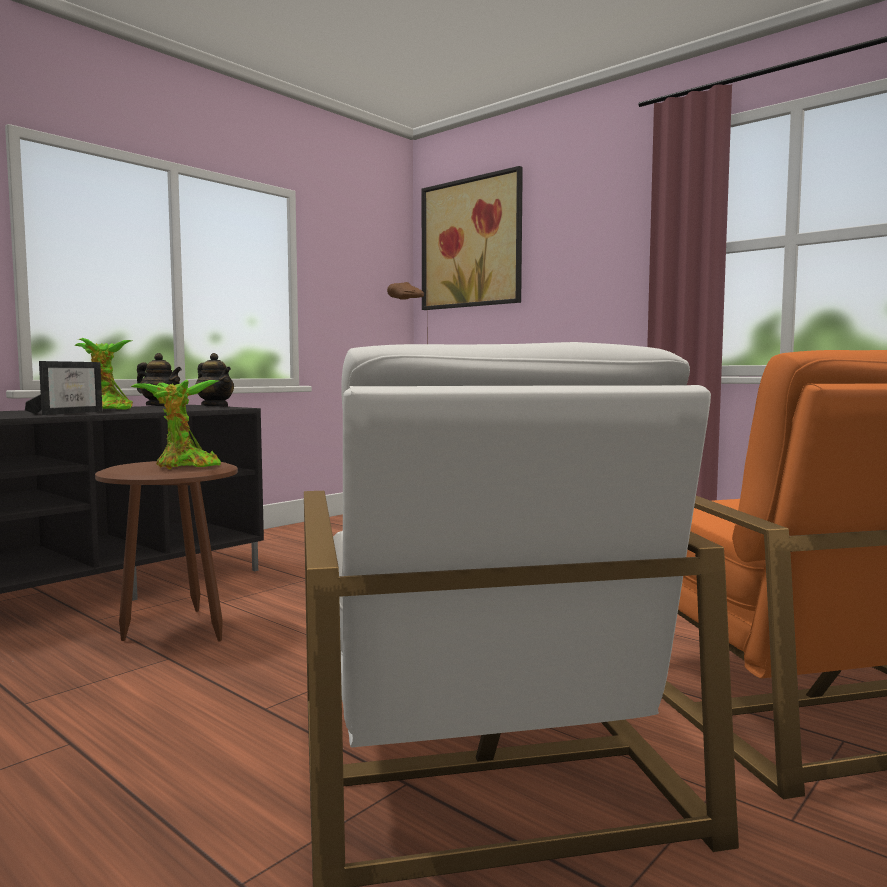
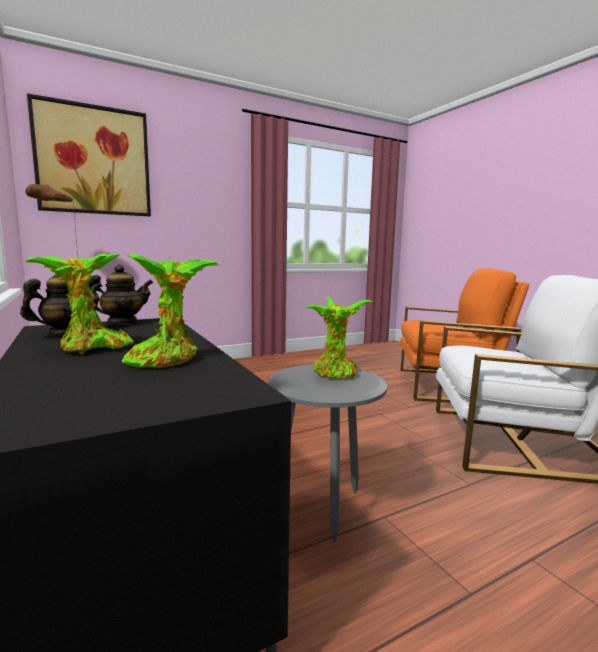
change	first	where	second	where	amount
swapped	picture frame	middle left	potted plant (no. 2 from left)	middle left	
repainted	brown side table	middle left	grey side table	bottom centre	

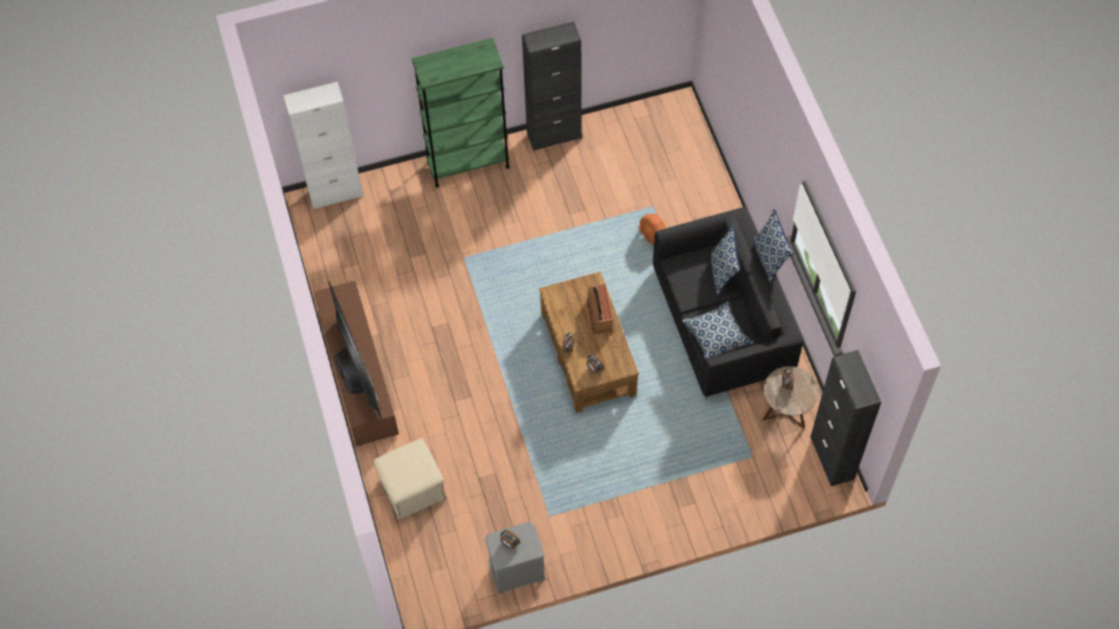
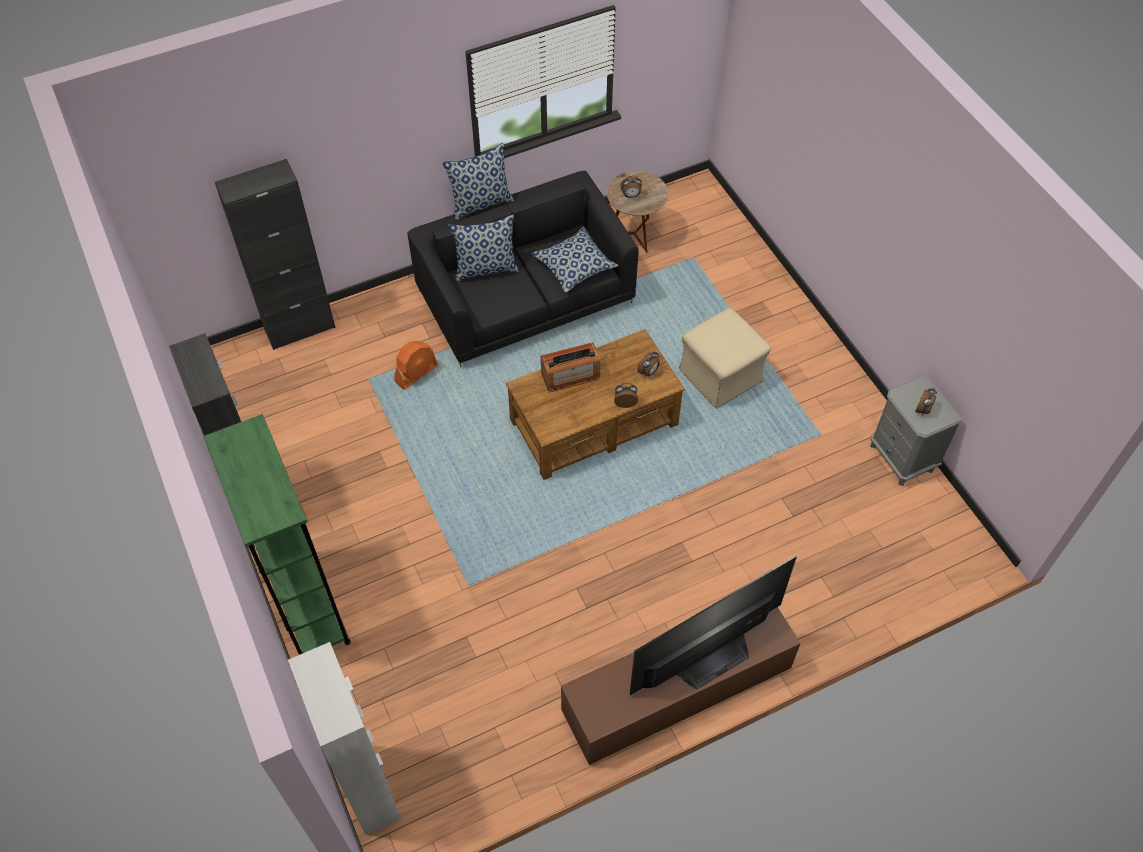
change	first	where	second	where	amount
shifted	beige ottoman	bottom centre		centre	
shifted	black cabinet (no. 2 from left)	middle right		top left	

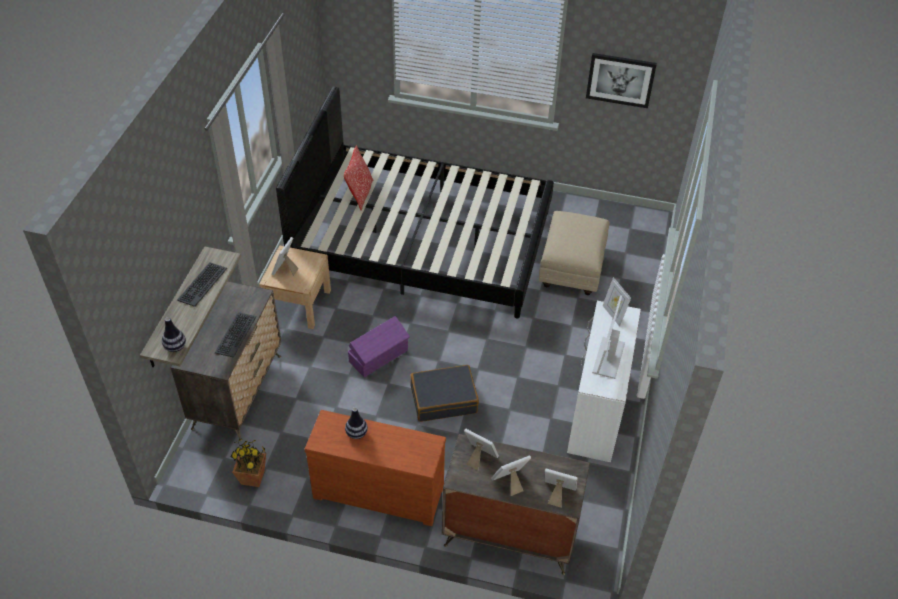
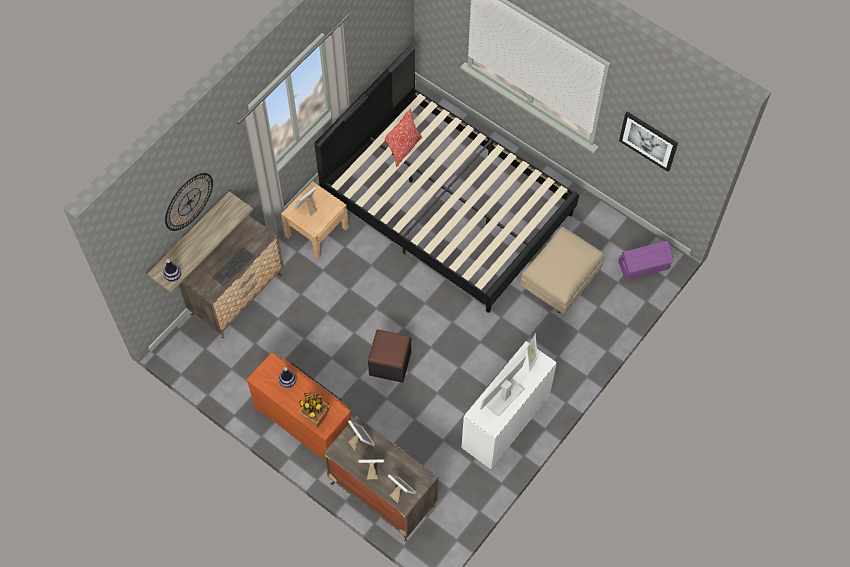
change	first	where	second	where	amount
gone	keyboard (no. 1 from left)	middle left			
shifted	potted plant	bottom left		bottom centre	
shifted	purple storage box	centre		middle right	
swapped	black suitcase	centre	black ottoman	centre	
new			wall clock	middle left	

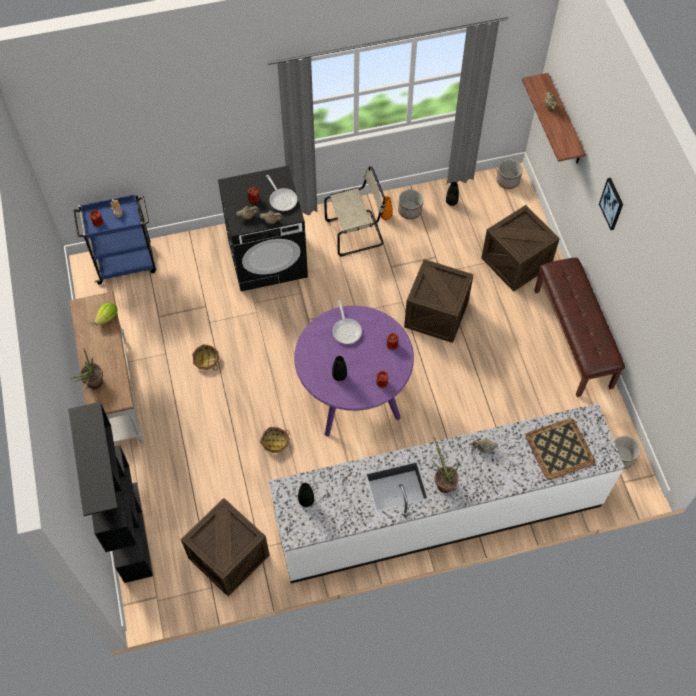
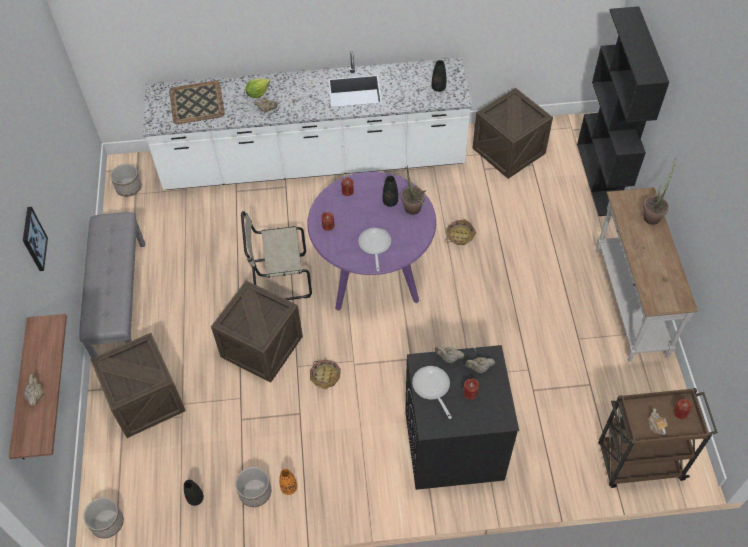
change	first	where	second	where	amount
repainted	blue cart	middle left	brown cart	bottom right	
shifted	lettuce	middle left		top centre	
shifted	basket (no. 1 from left)	middle left		bottom centre	
shifted	beige chair	top centre		centre	
shifted	potted plant (no. 2 from left in the first image)	bottom centre	potted plant (no. 1 from left)	centre	
repainted	brown bench	middle right	grey bench	middle left	

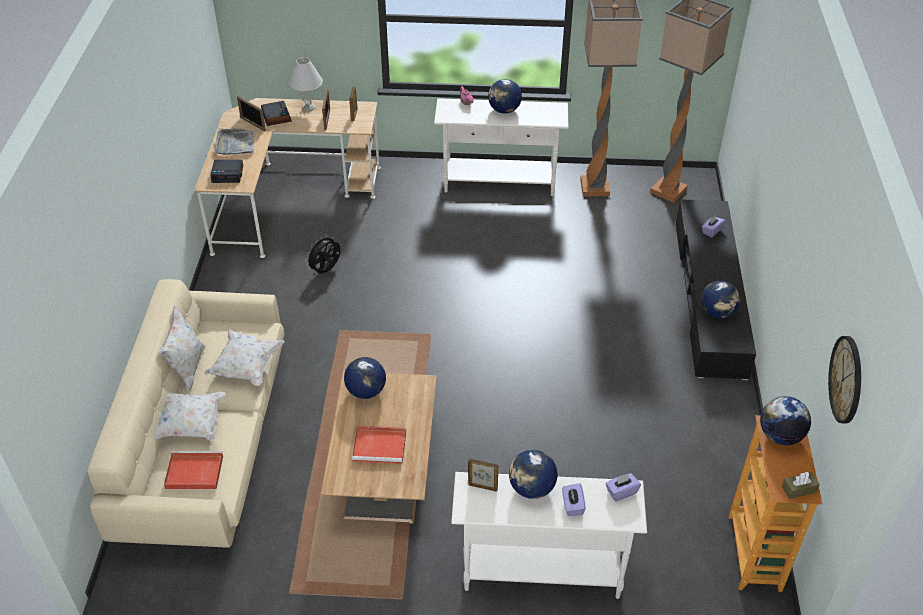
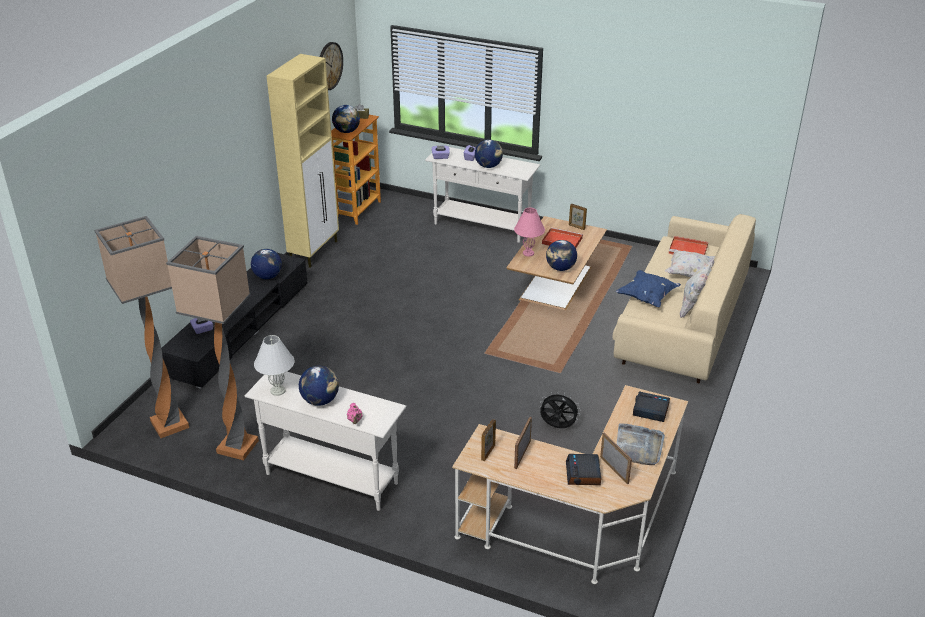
change	first	where	second	where	amount
repainted	white pillow (no. 3 from left)	middle left	blue pillow	middle right	
shifted	white table lamp	top left		middle left	
rotated	black fan	centre		centre	135 degrees counterclockwise
shifted	picture frame (no. 4 from left in the first image)	bottom centre	picture frame (no. 3 from left)	centre	
new			beige cabinet	top left	
new			pink table lamp	centre	

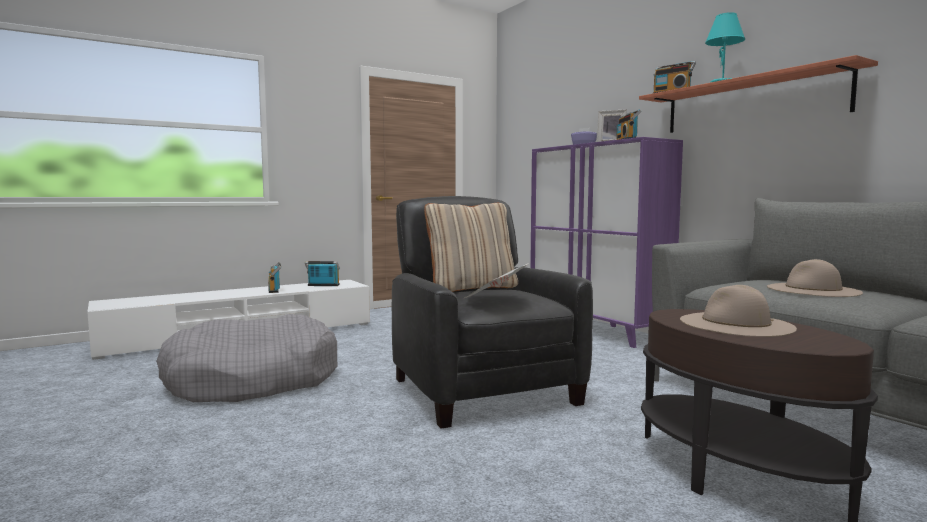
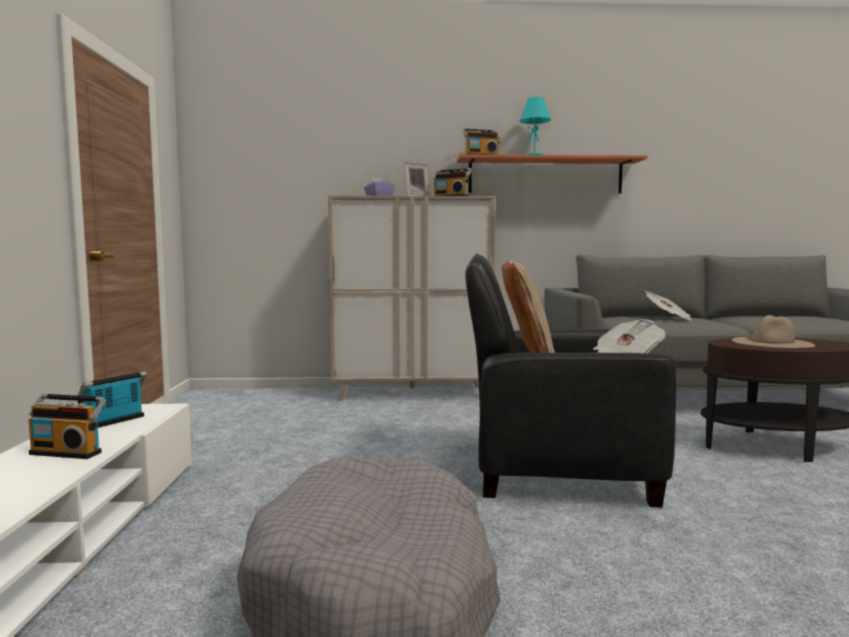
change	first	where	second	where	amount
repainted	purple cabinet	centre	beige cabinet	centre	
swapped	beige hat (no. 2 from left)	middle right	newspaper (no. 2 from left)	middle right	

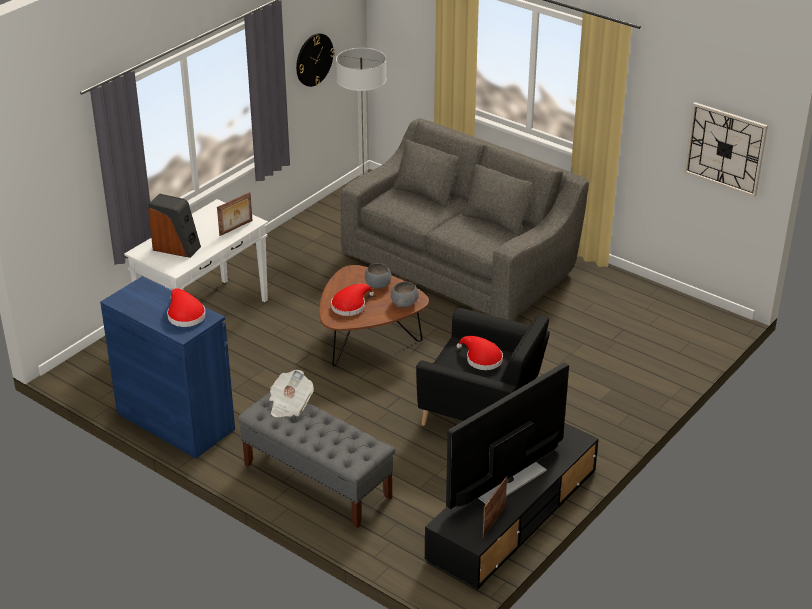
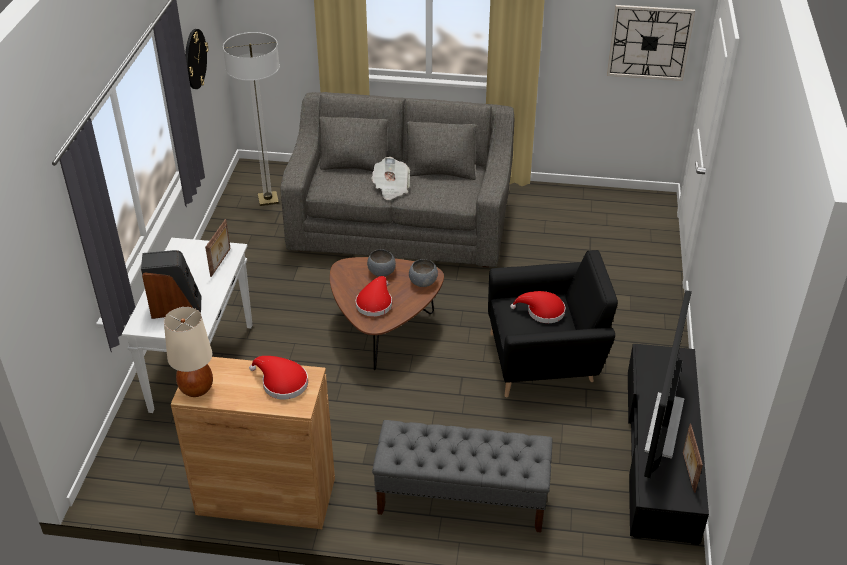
change	first	where	second	where	amount
repainted	blue cabinet	middle left	brown cabinet	bottom left	
shifted	newspaper	centre		top centre	
new			beige table lamp	middle left	

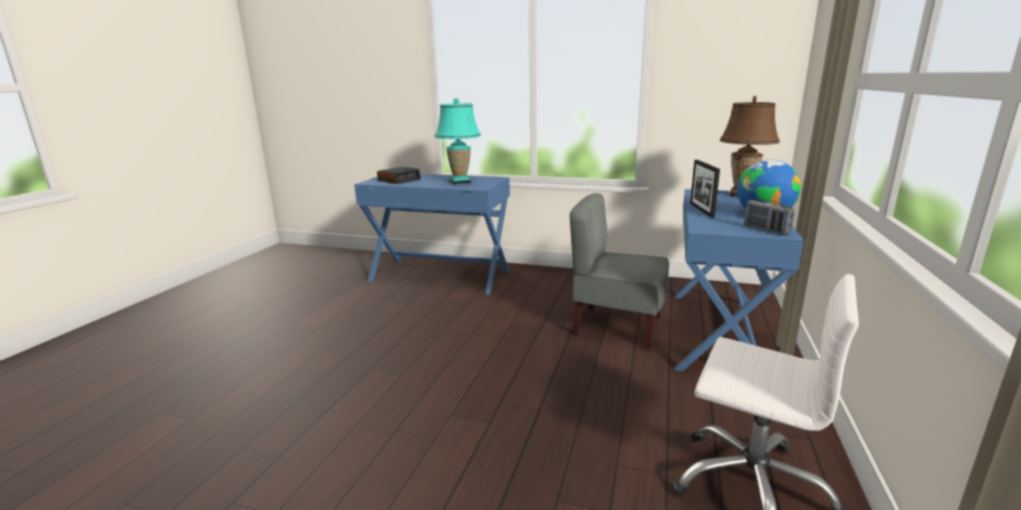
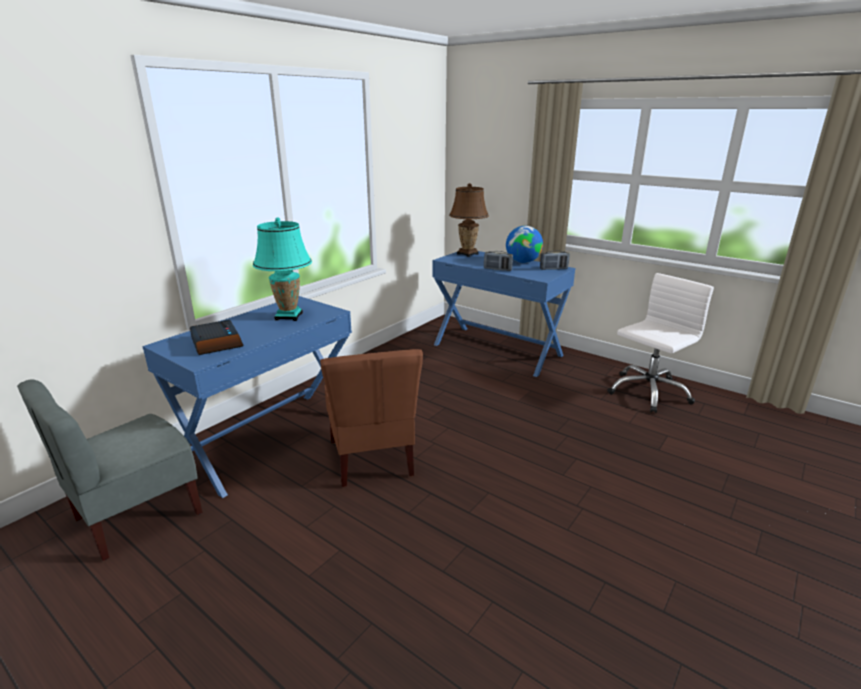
change	first	where	second	where	amount
shifted	grey chair	centre		bottom left	
swapped	picture frame	middle right	radio (no. 1 from left)	centre	
new			brown chair	centre	

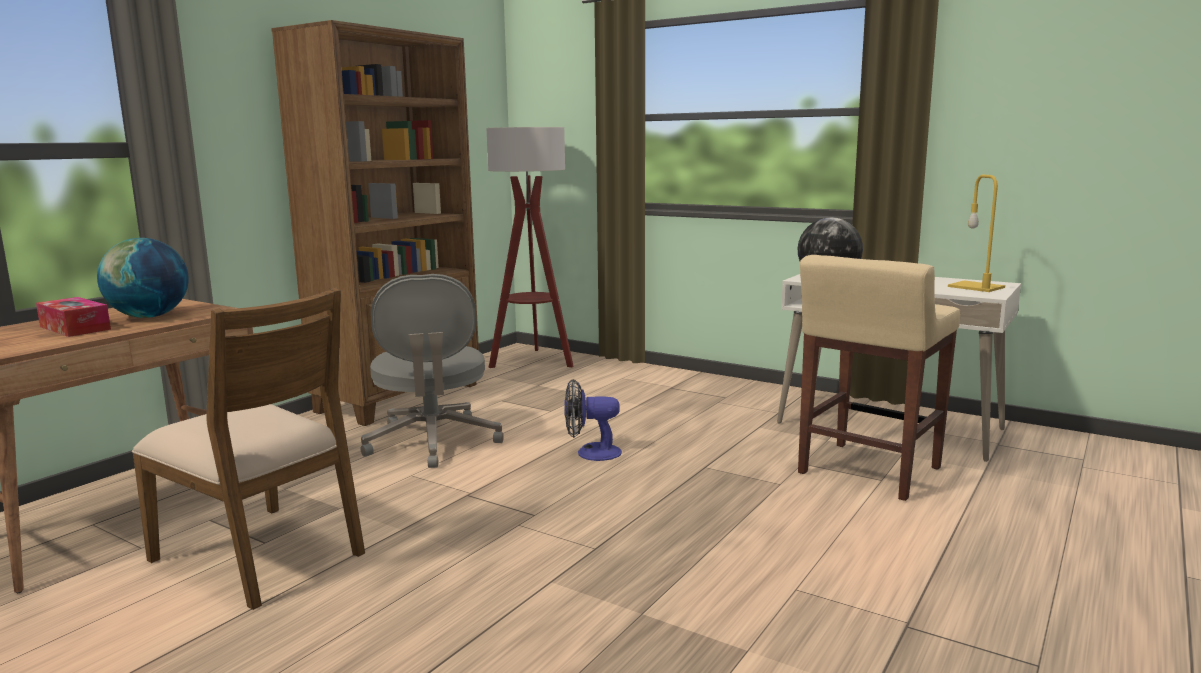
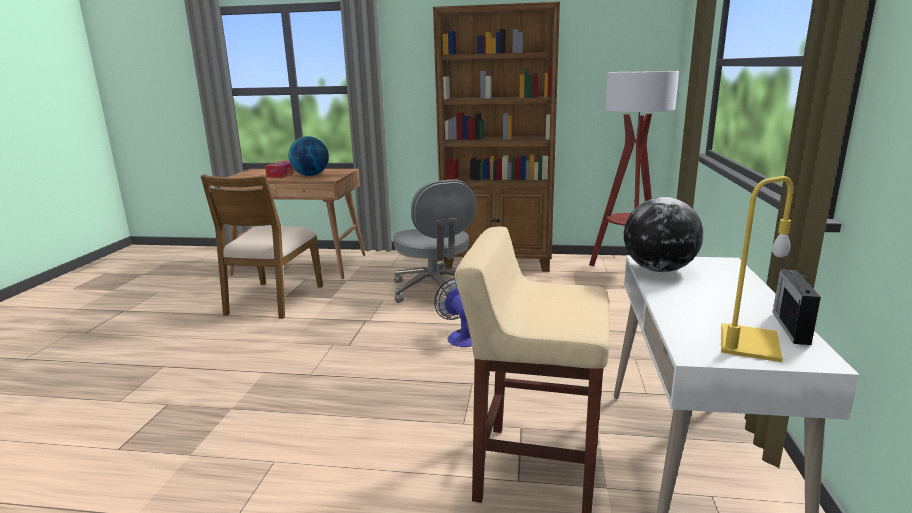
change	first	where	second	where	amount
rotated	grey office chair	centre		centre	75 degrees counterclockwise
new			radio	middle right	

